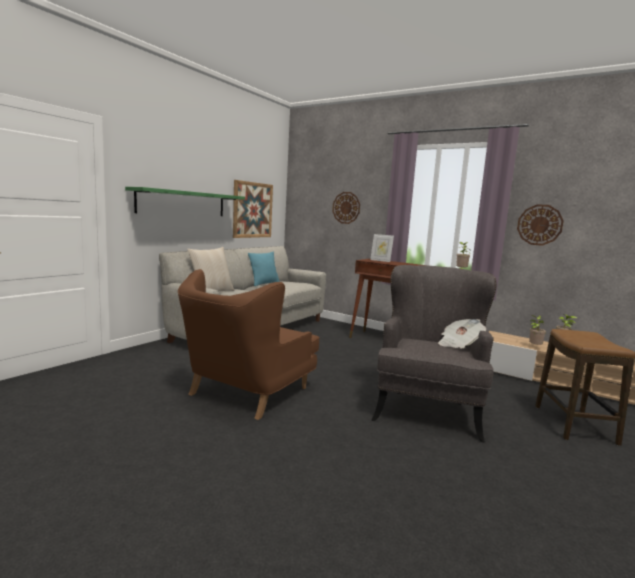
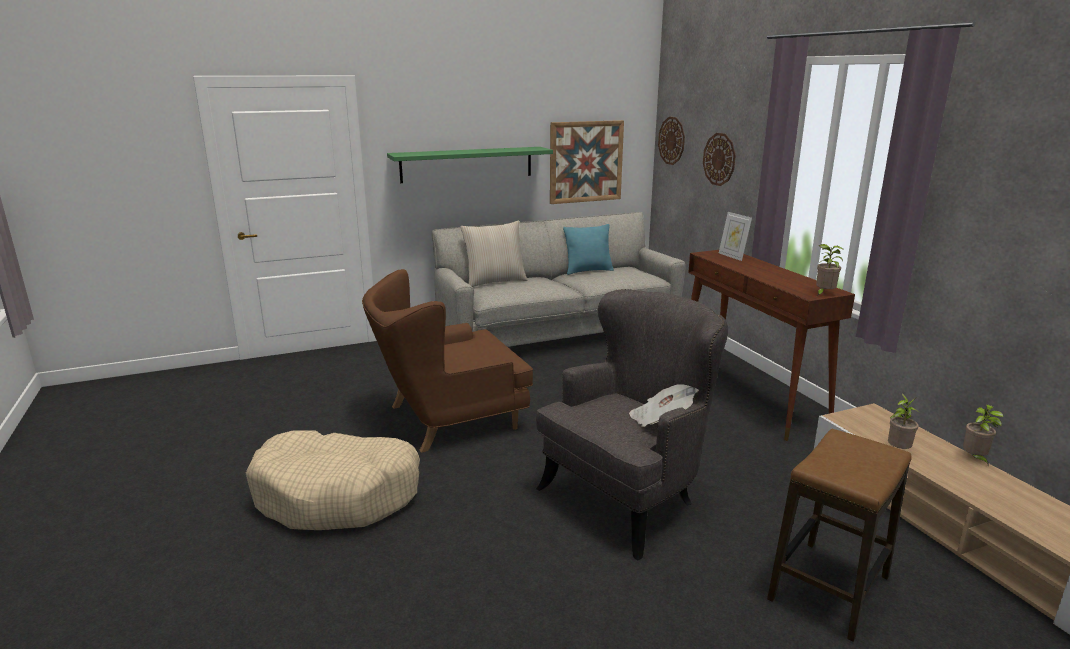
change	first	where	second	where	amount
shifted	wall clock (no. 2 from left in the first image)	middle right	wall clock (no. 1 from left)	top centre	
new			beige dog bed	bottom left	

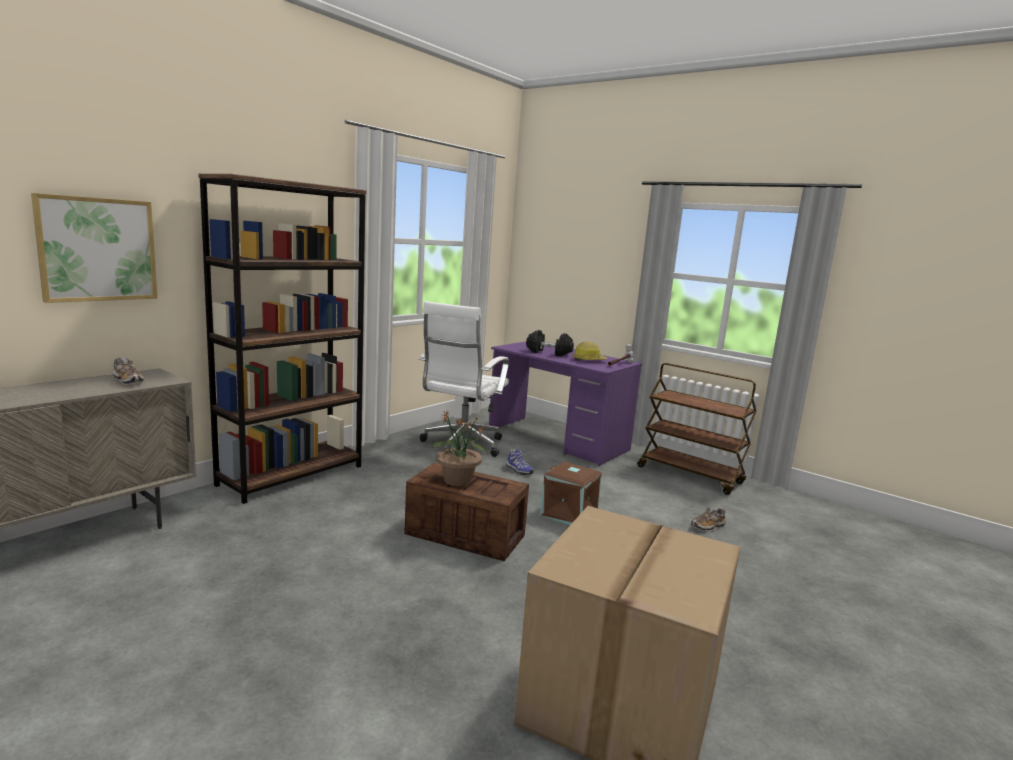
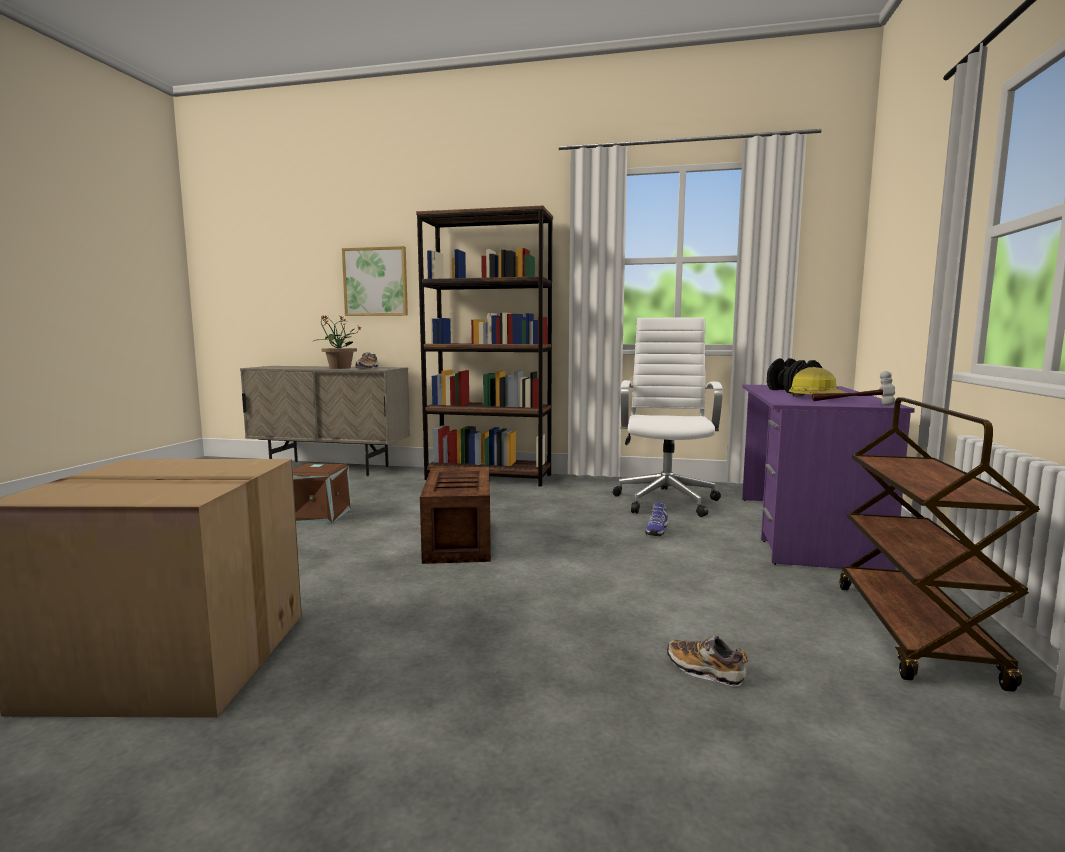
change	first	where	second	where	amount
rotated	white office chair	centre		centre	105 degrees clockwise
shifted	potted plant	centre		middle left	
shifted	brown storage box	centre		middle left	

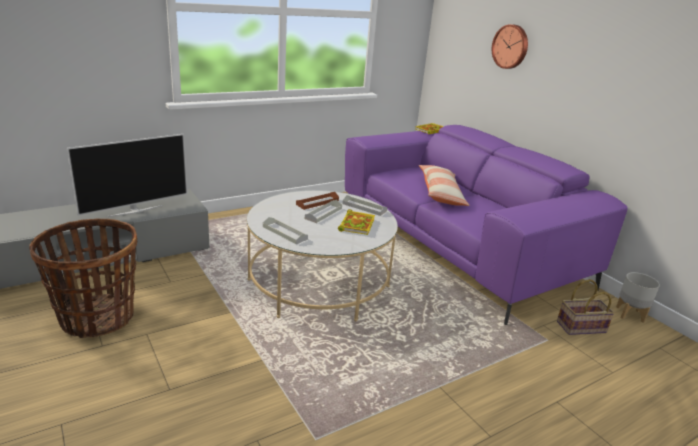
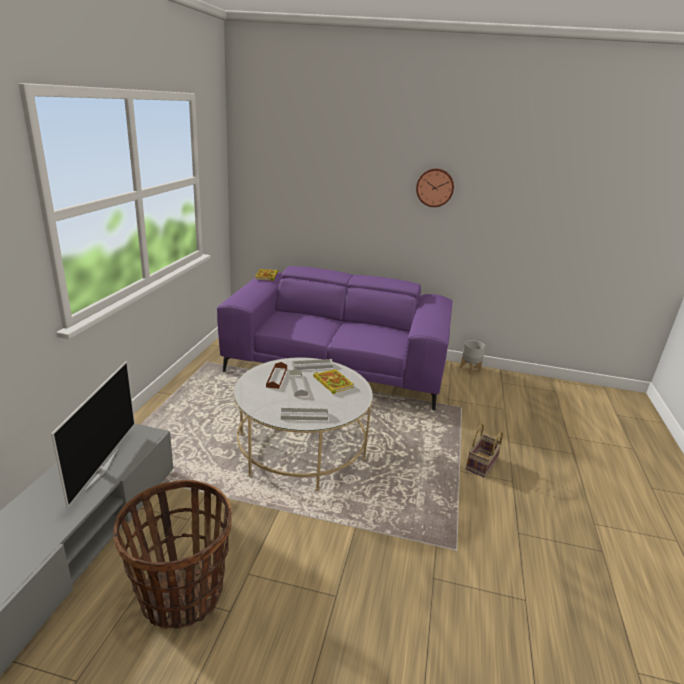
change	first	where	second	where	amount
gone	pillow	centre			
shifted	wall clock	top right		top centre	
shifted	basket (no. 2 from left)	bottom right		middle right	

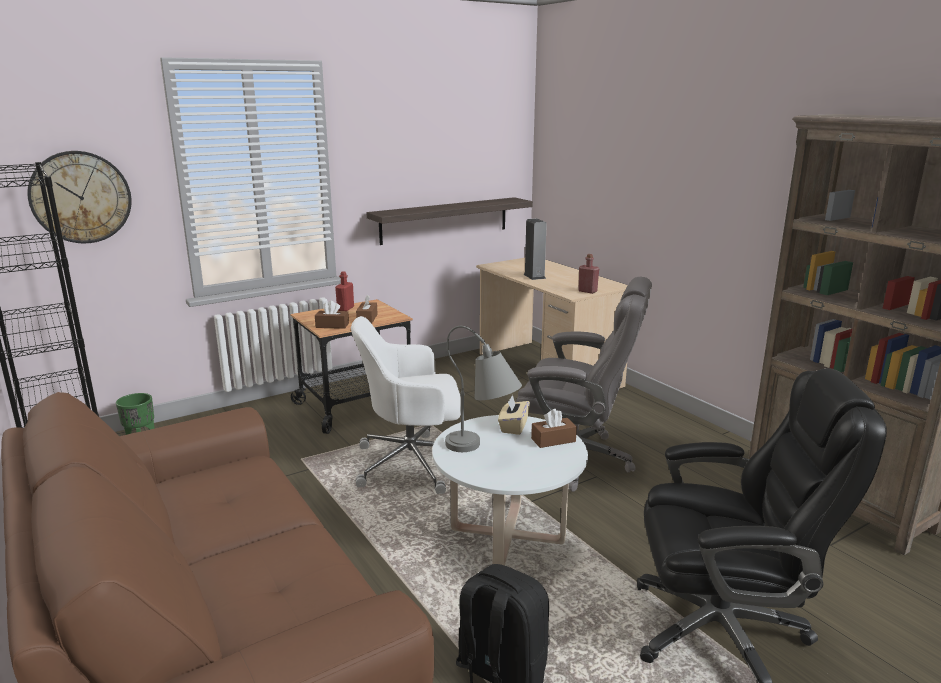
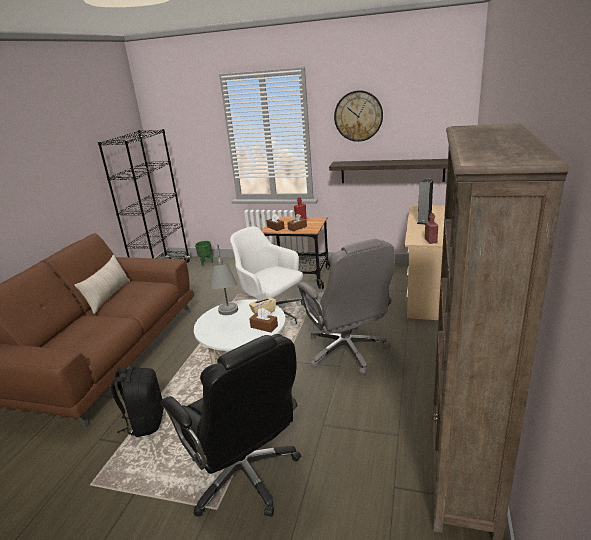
change	first	where	second	where	amount
shifted	wall clock	top left		top centre	
new			beige pillow	middle left	

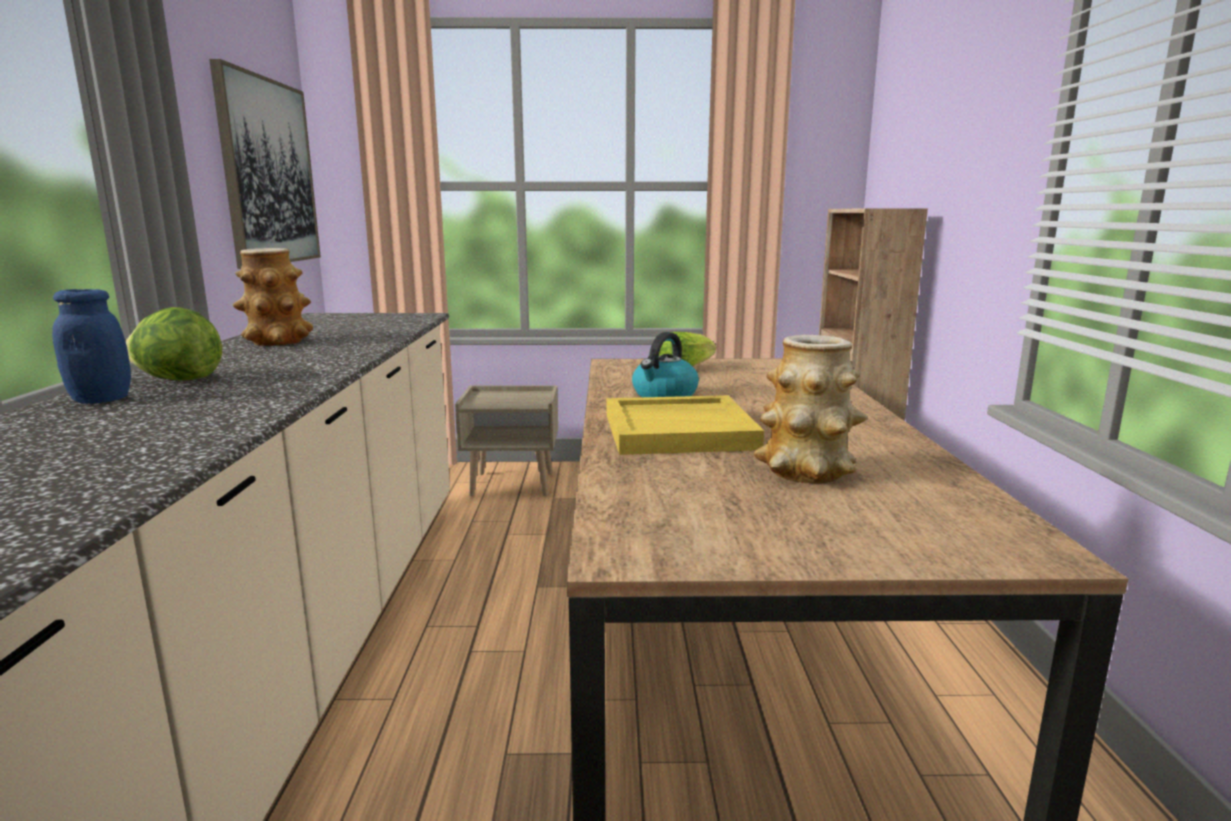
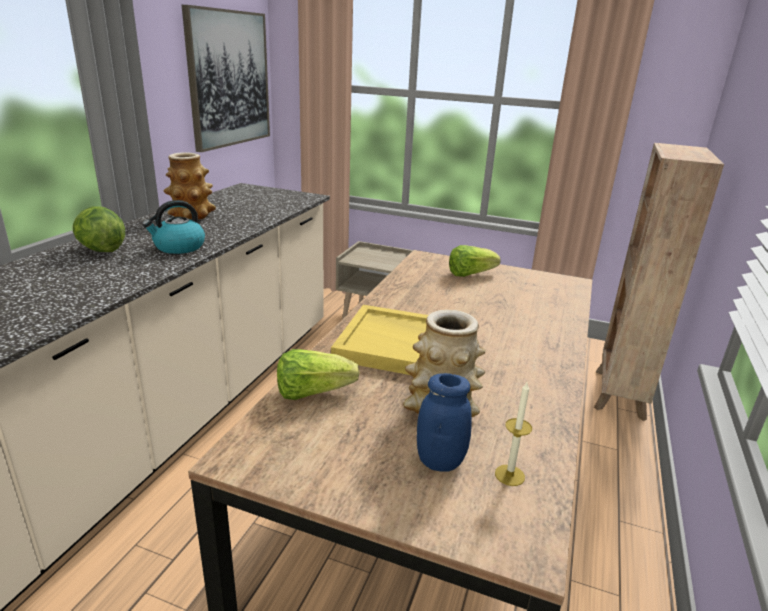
change	first	where	second	where	amount
shifted	blue jar	middle left		bottom centre	
shifted	kettle	centre		middle left	
new			lettuce (no. 2 from left)	centre	
new			candle	bottom right	

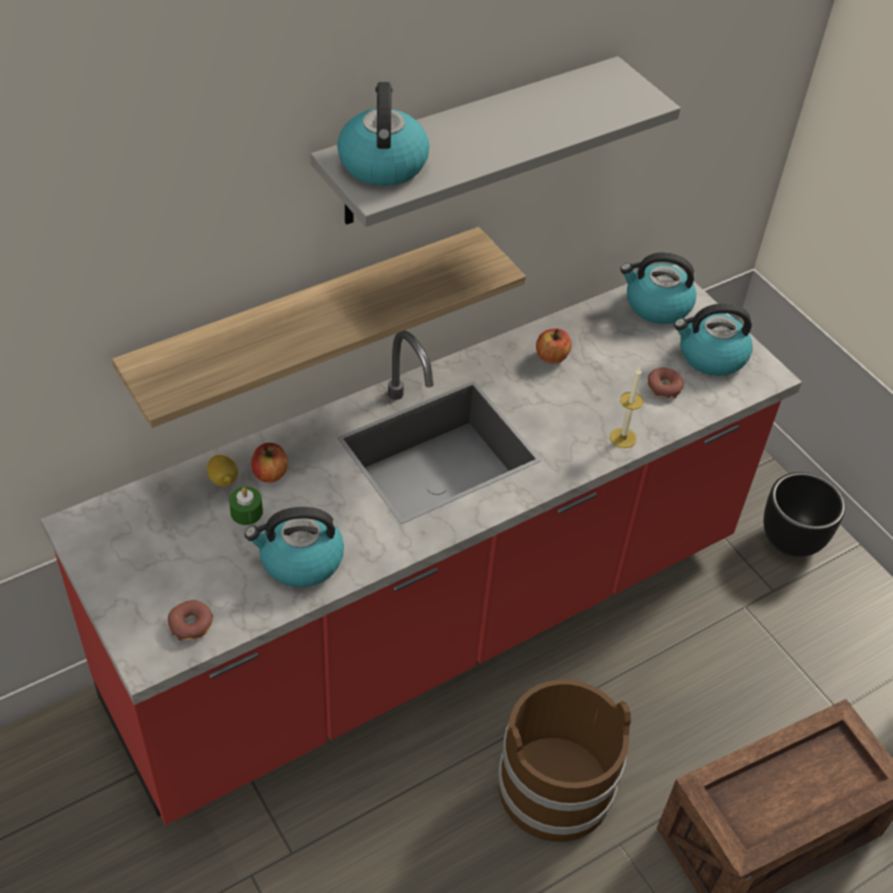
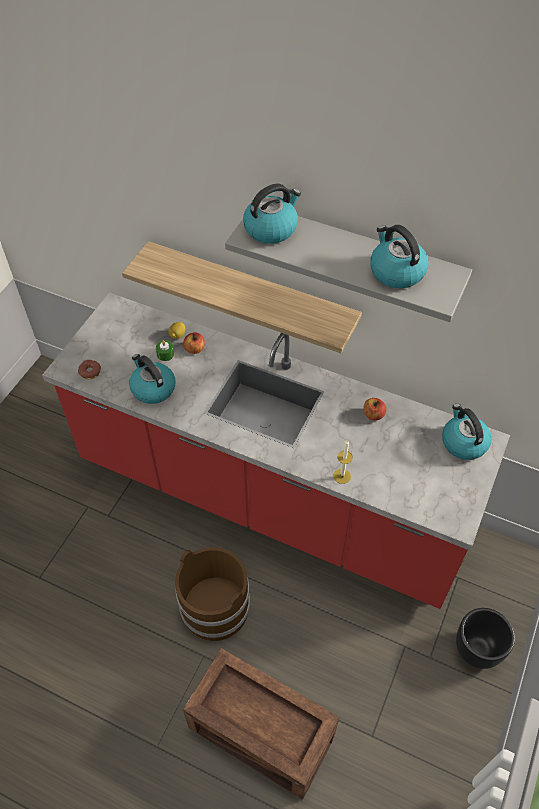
change	first	where	second	where	amount
gone	donut (no. 2 from left)	middle right			
shifted	kettle (no. 4 from left in the first image)	middle right	kettle (no. 3 from left)	top right	

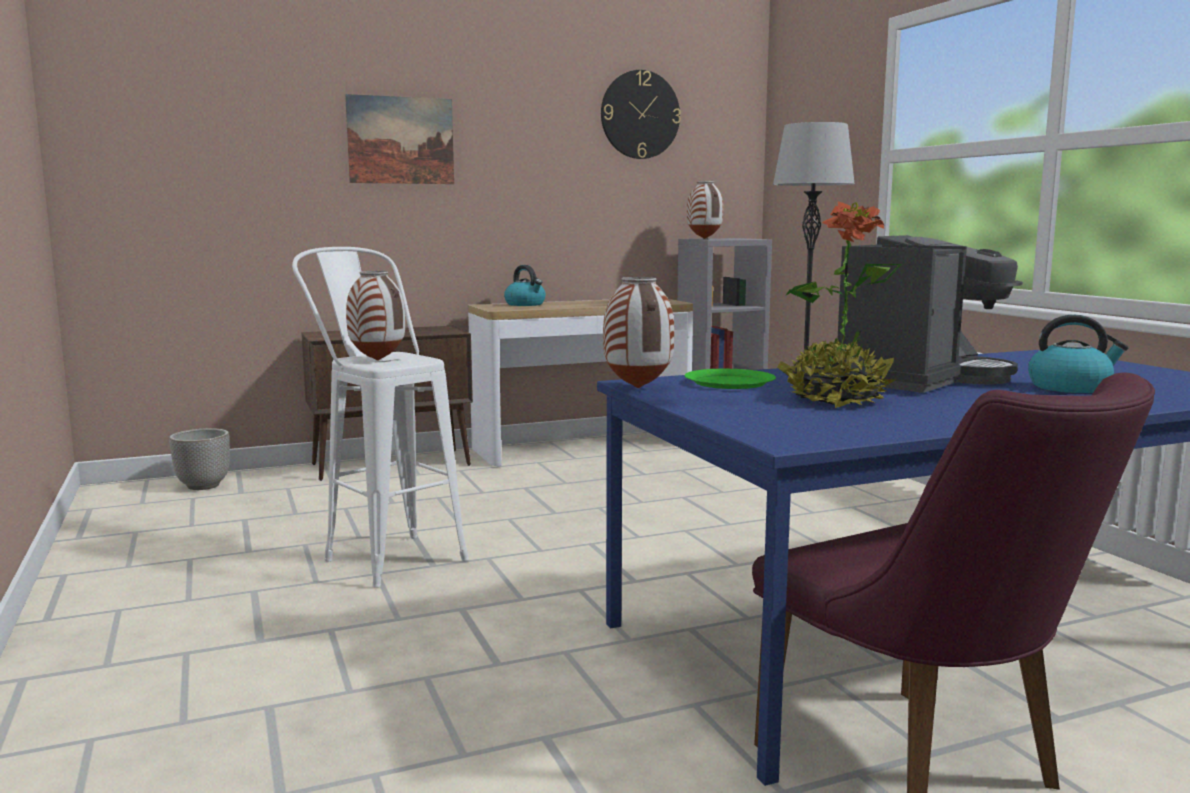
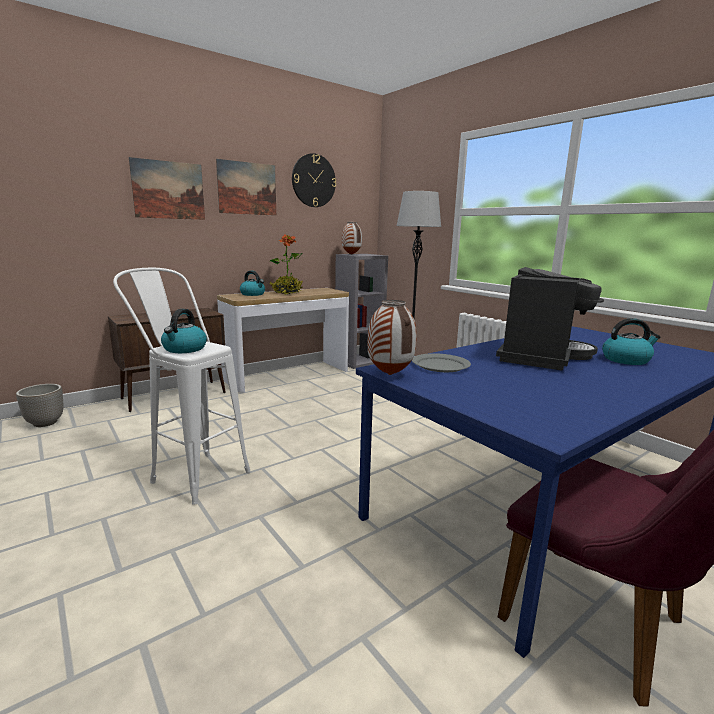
change	first	where	second	where	amount
swapped	vase (no. 1 from left)	middle left	kettle (no. 1 from left)	middle left	
repainted	green plate	centre	grey plate	centre	
shifted	potted plant	middle right		centre	
new			picture (no. 2 from left)	top centre	

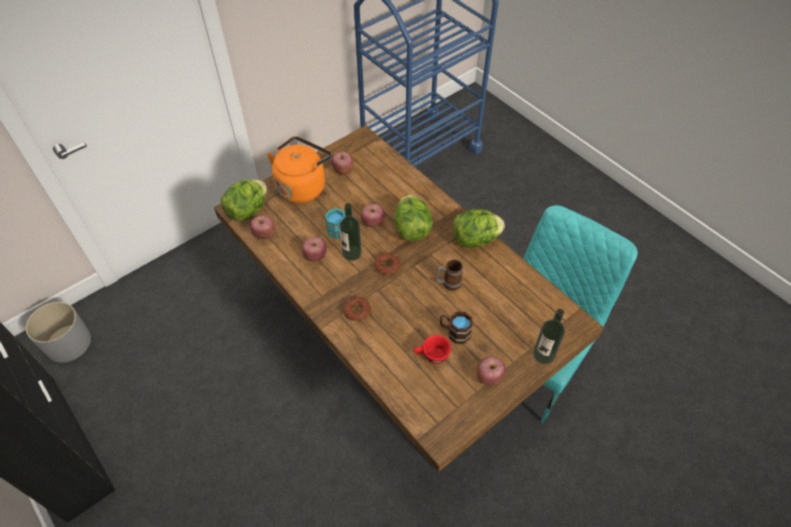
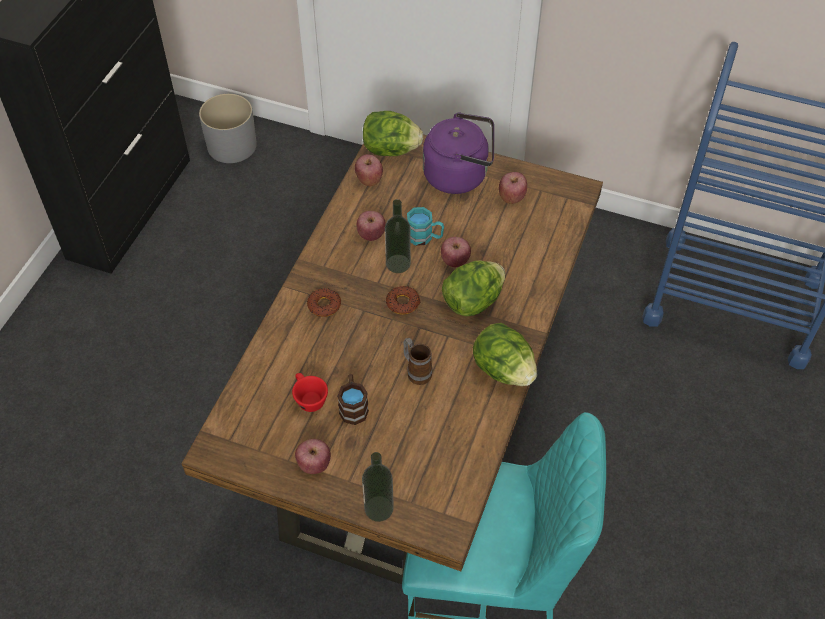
change	first	where	second	where	amount
repainted	orange kettle	top centre	purple kettle	top centre	

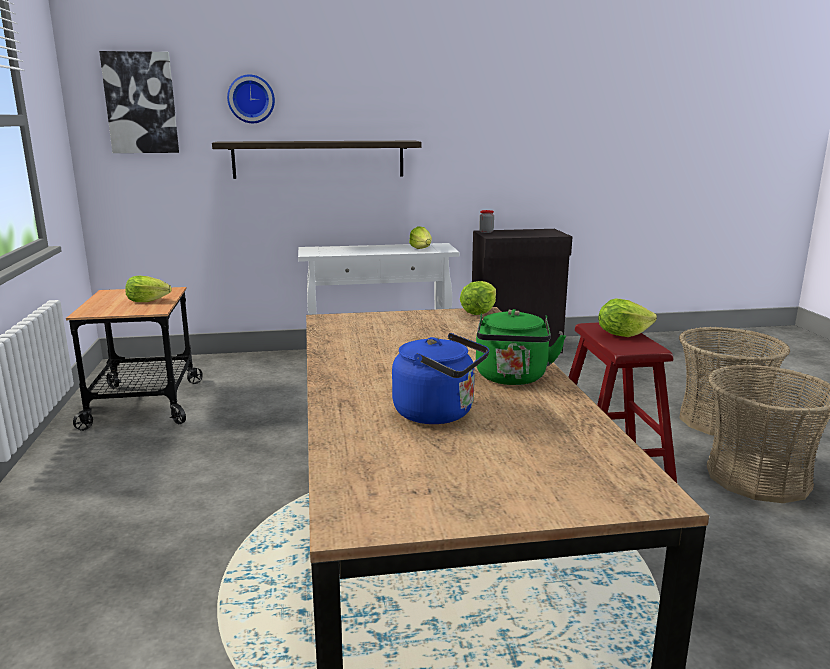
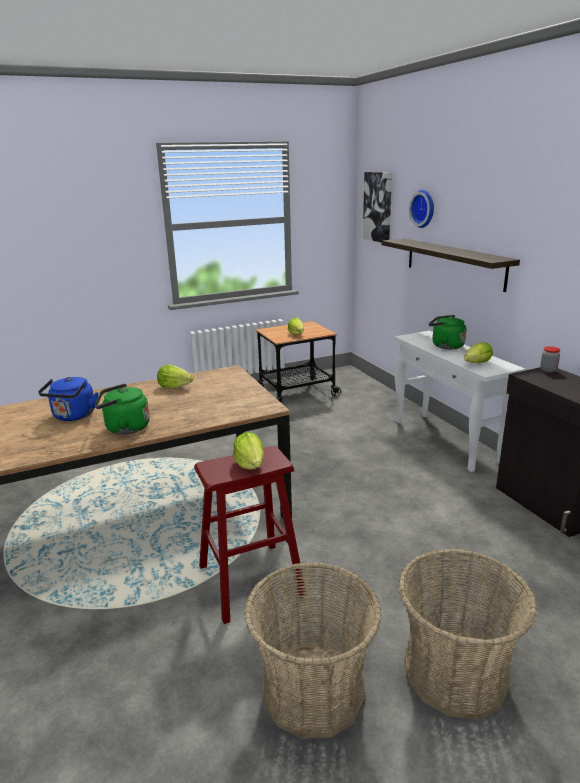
change	first	where	second	where	amount
shifted	lettuce (no. 3 from left in the first image)	centre	lettuce (no. 1 from left)	middle left	
new			green kettle (no. 2 from left)	middle right	

